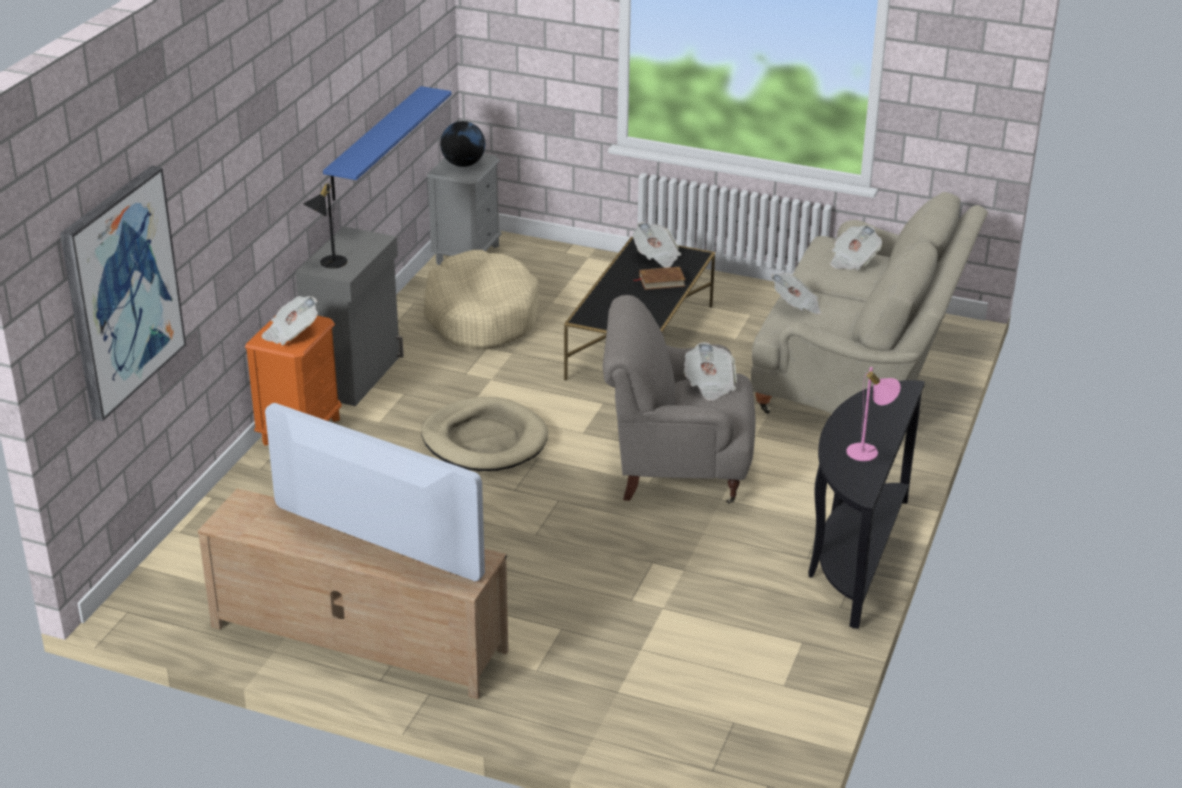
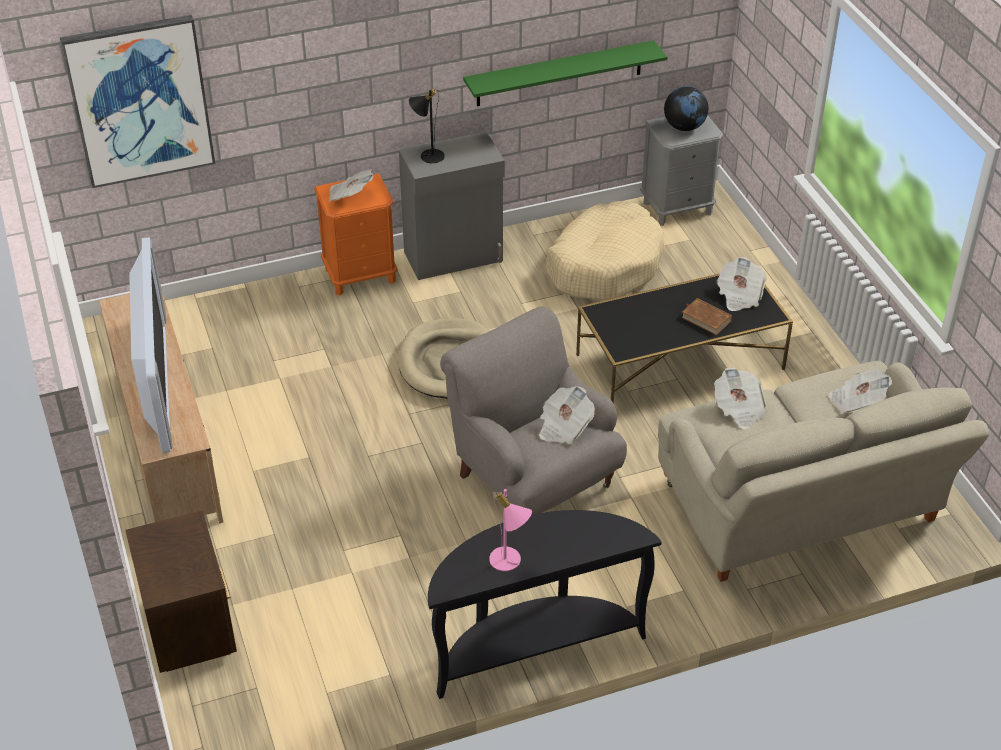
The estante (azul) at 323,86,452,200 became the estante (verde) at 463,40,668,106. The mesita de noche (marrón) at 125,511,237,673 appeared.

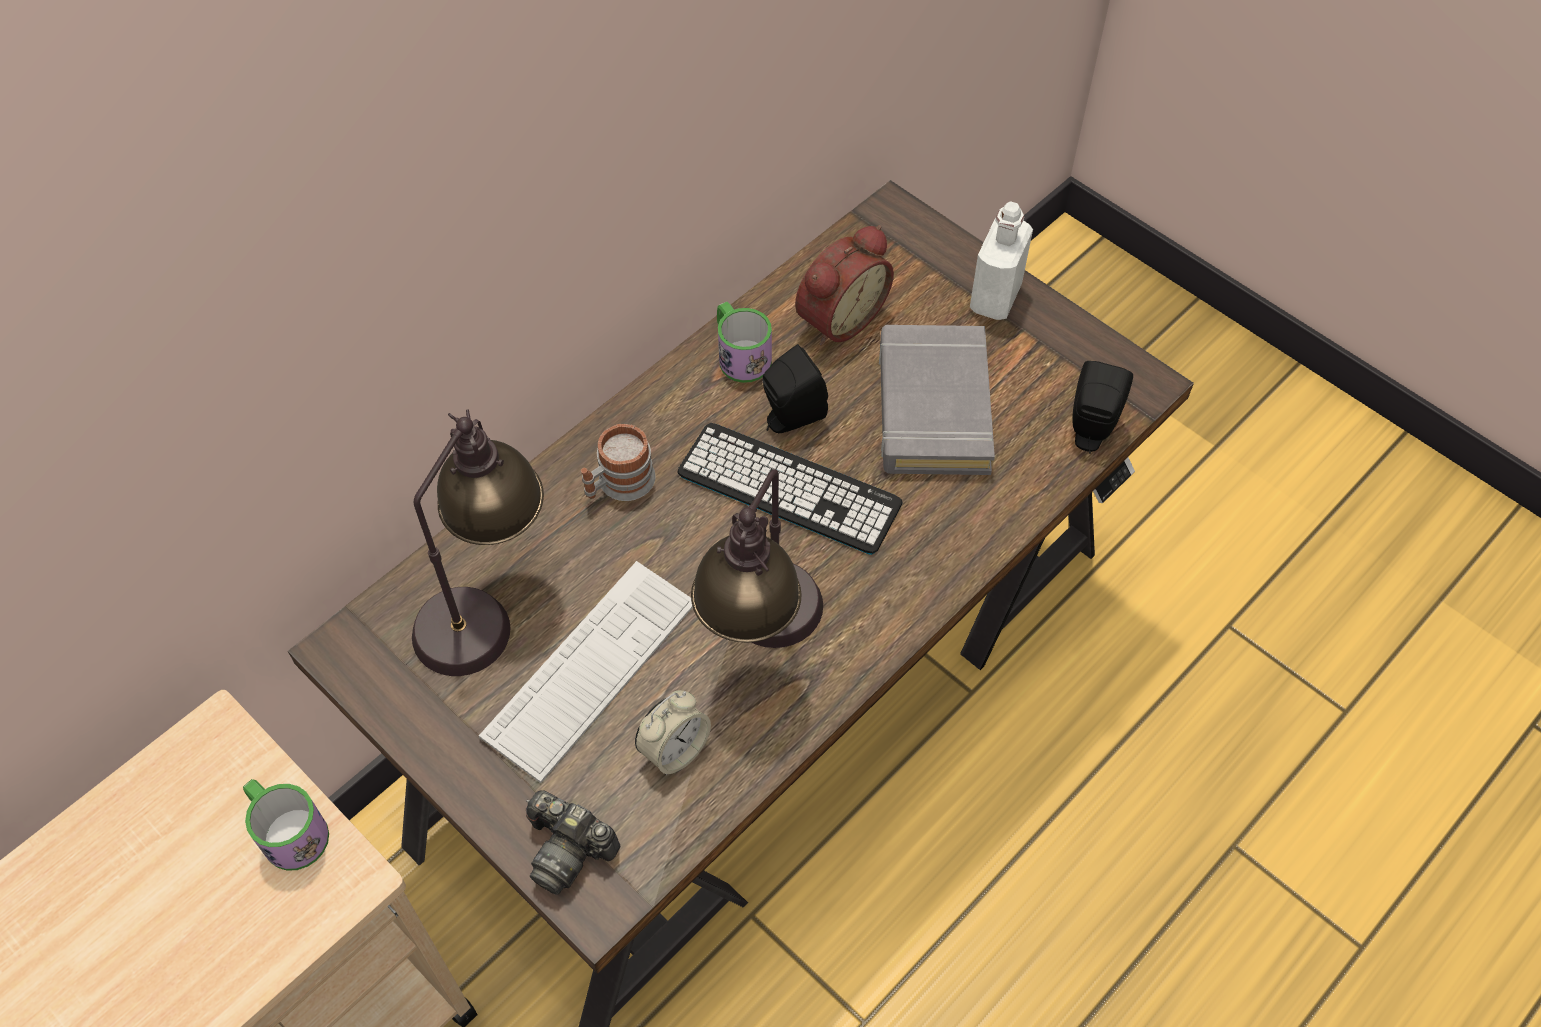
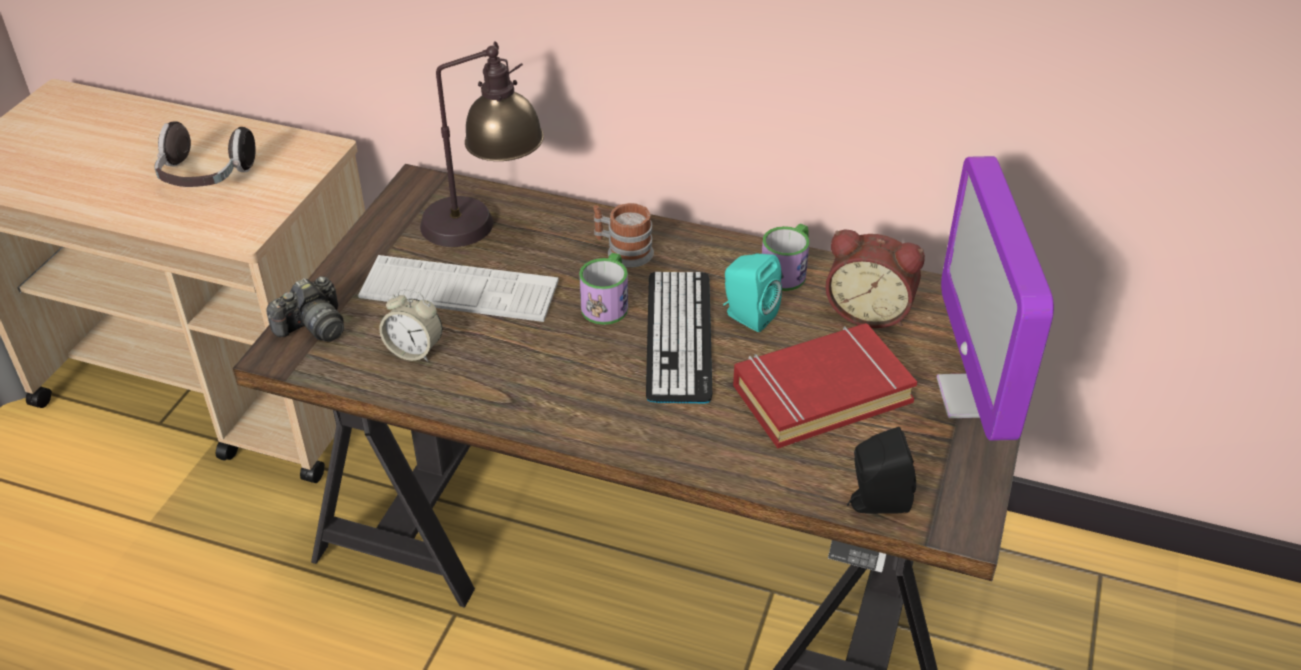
The botella (blanco) at 970,201,1033,320 was replaced by the monitor at 937,156,1054,441. The libro (gris) at 879,325,995,475 became the libro (rojo) at 733,323,917,449. The altavoz (negro) at 762,344,828,433 became the altavoz (turquesa) at 723,254,782,332. The lámpara de mesa at 691,469,823,648 disappeared. The taza grande moved from 243,779,329,871 to 579,253,628,325. The cámara at 526,790,621,895 turned 135 degrees counterclockwise. The auriculares at 154,121,255,187 appeared.

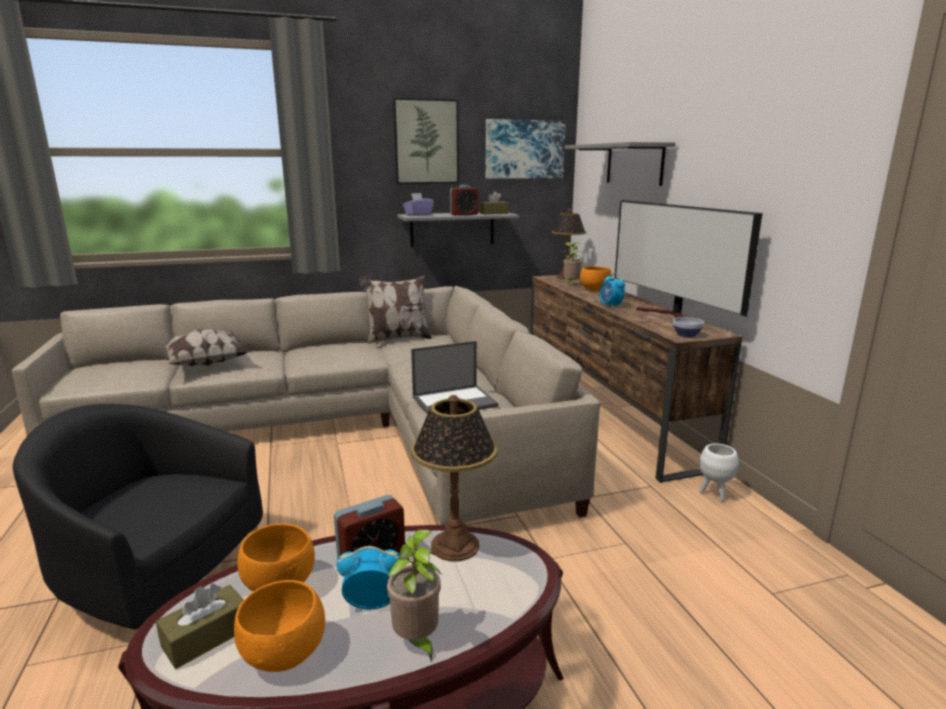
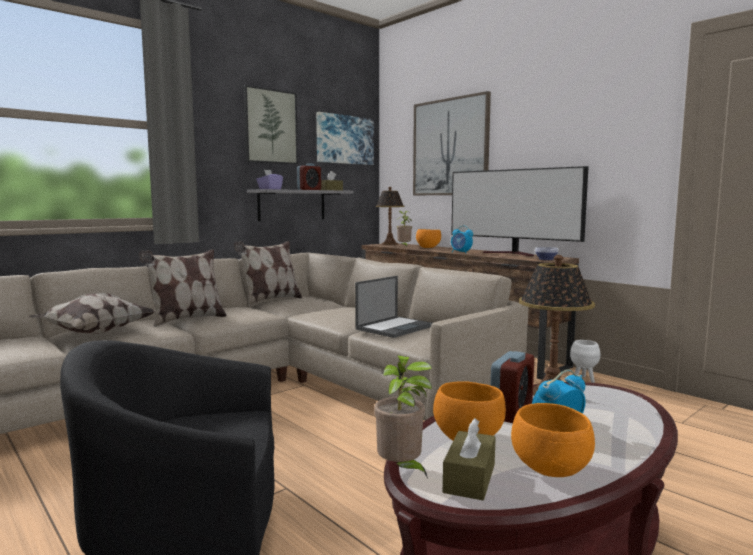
The estante (gris) at 565,142,675,186 was replaced by the cuadro at 413,91,491,195. The planta en maceta moved from 387,530,442,661 to 374,355,432,478. The cojín at 139,249,227,327 appeared.

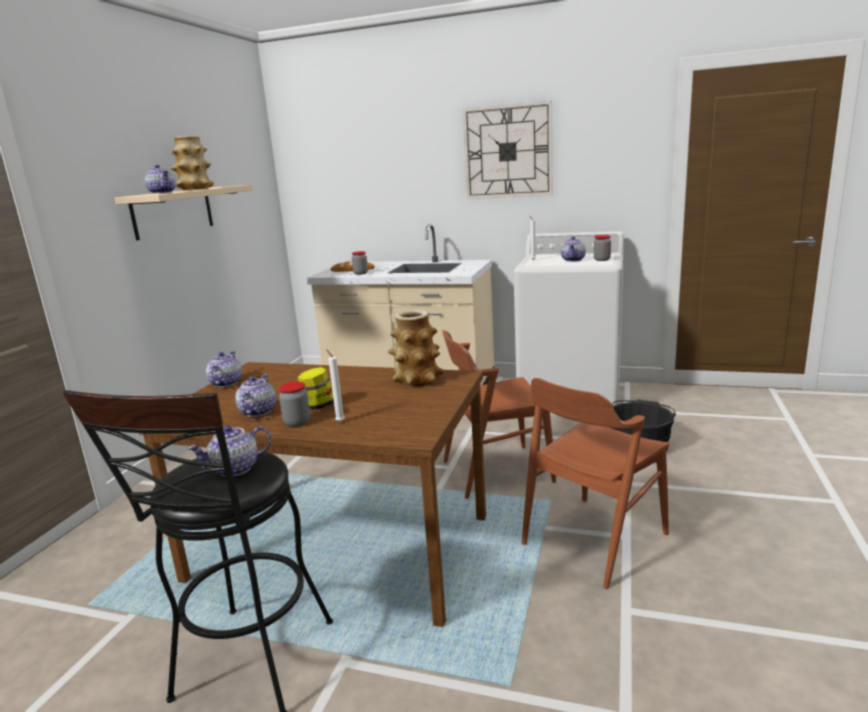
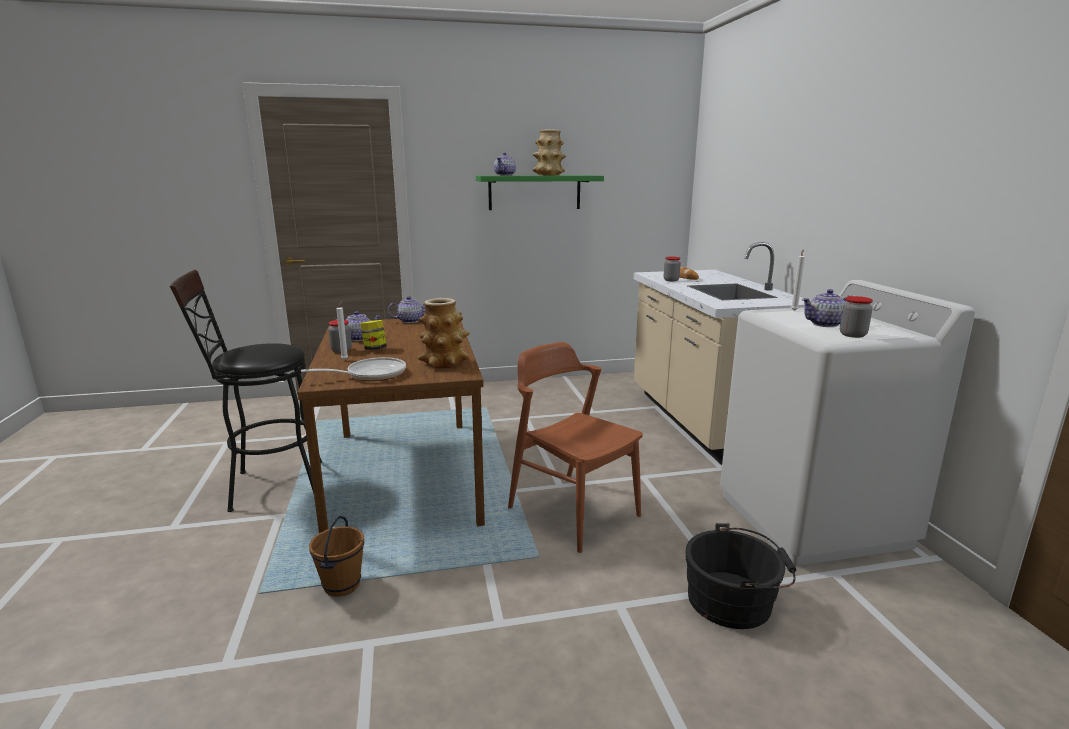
The reloj de pared at 463,101,552,199 disappeared. The estante (beis) at 114,185,253,240 became the estante (verde) at 476,175,604,210. The silla (marrón) at 521,378,669,589 disappeared. The tetera at 187,425,271,477 disappeared. The sartén at 301,357,406,381 appeared. The cubo (marrón) at 309,516,364,597 appeared.

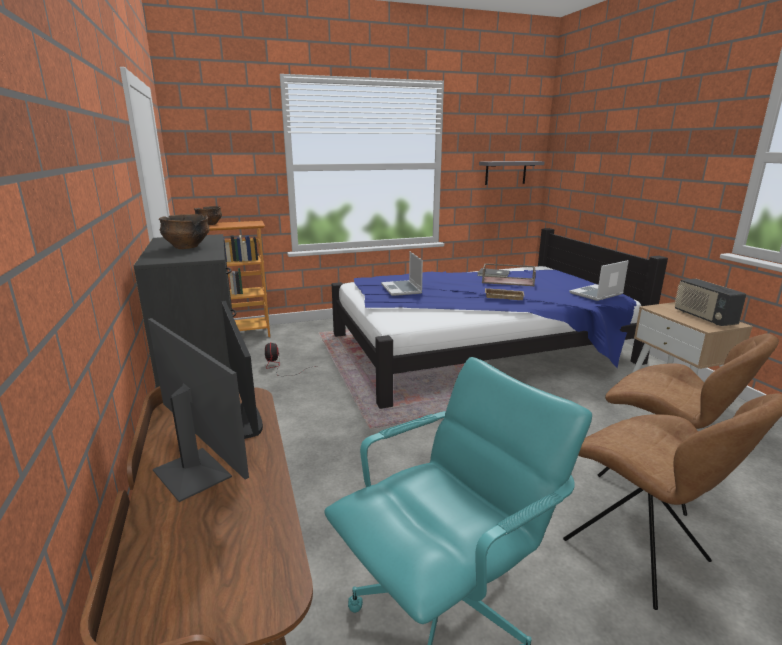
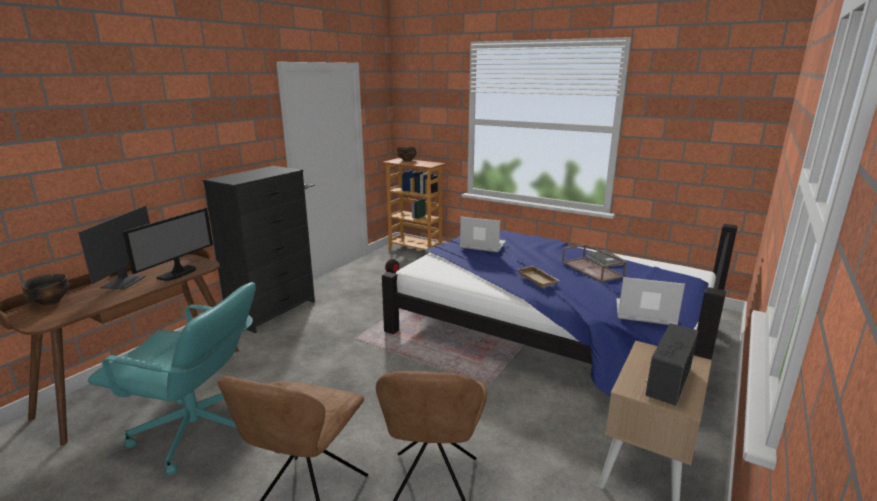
The estante (gris) at 479,161,544,185 disappeared. The cuenco moved from 159,214,210,249 to 21,273,70,306. The portátil at 381,252,423,296 turned 75 degrees clockwise.

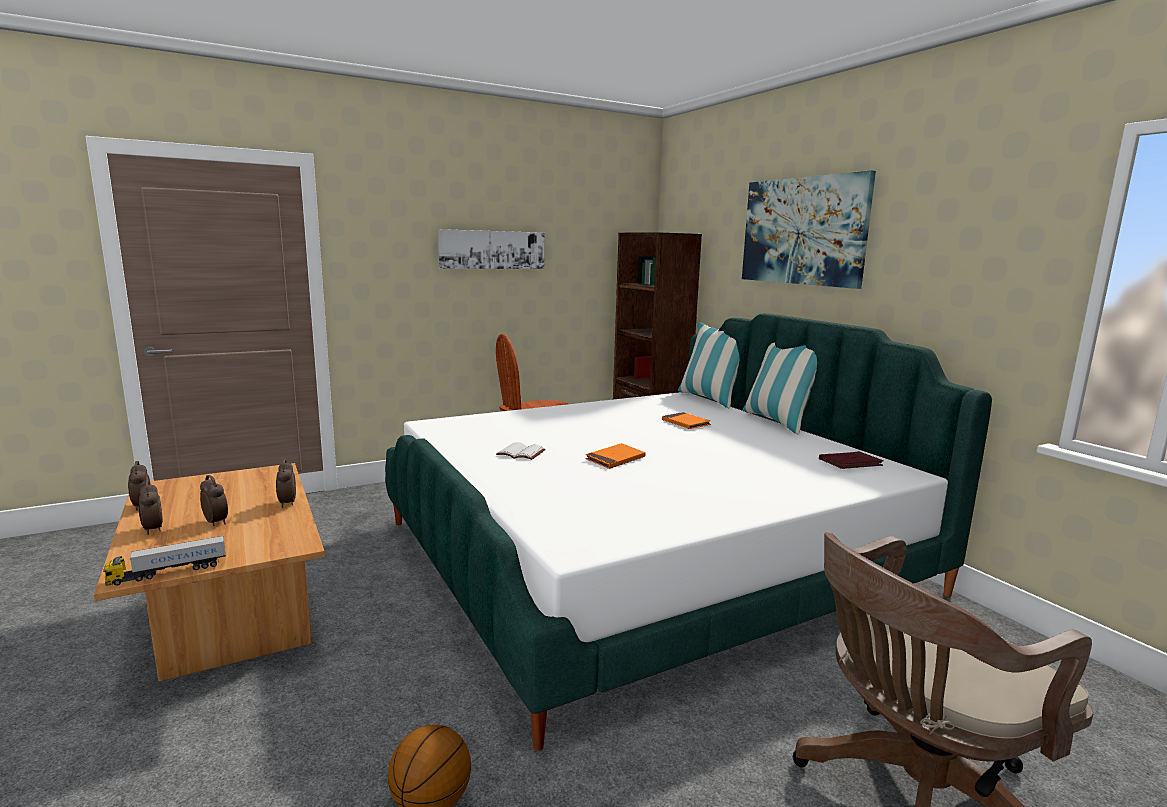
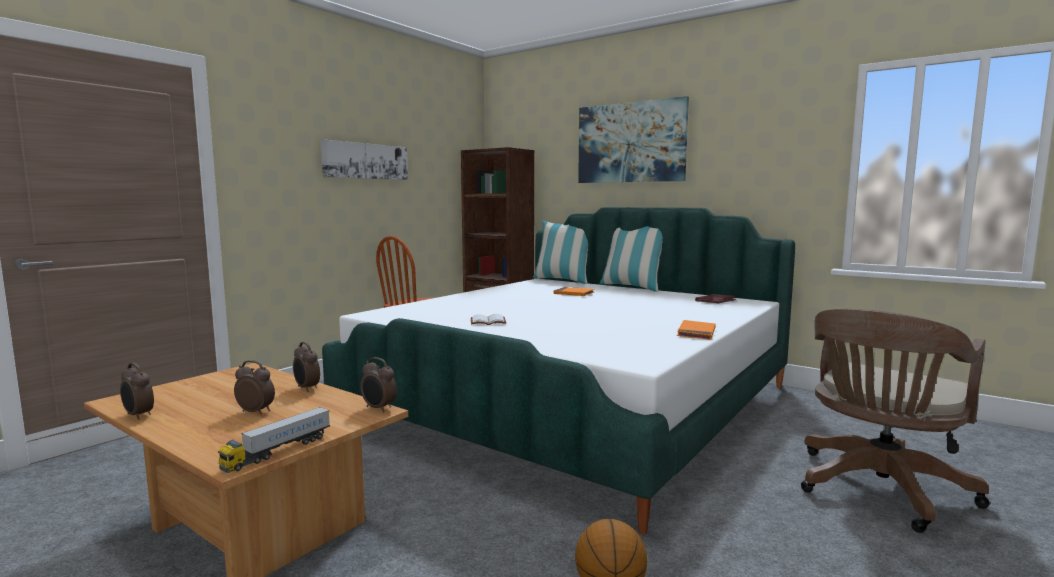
The libro (naranja) moved from 585,443,645,469 to 677,320,716,340. The despertador moved from 138,480,163,535 to 360,357,397,412.

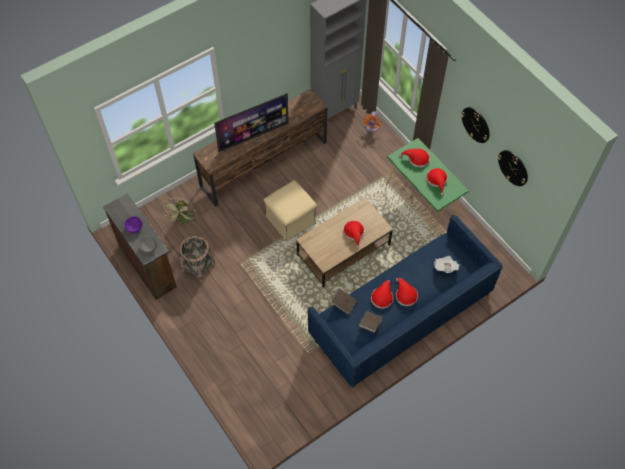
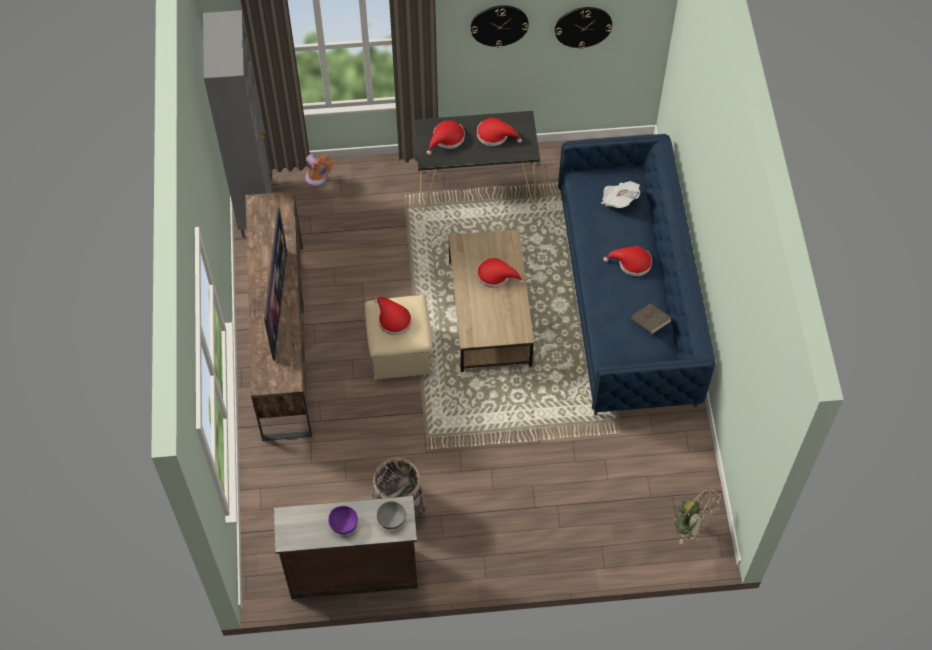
The mesa consola (verde) at 386,138,469,236 became the mesa consola (negro) at 414,111,540,213. The ventilador (verde) moved from 163,198,196,224 to 674,488,721,544. The sombrero (rojo) moved from 371,280,393,309 to 375,297,412,335. The libro (marrón) at 331,288,357,314 disappeared.

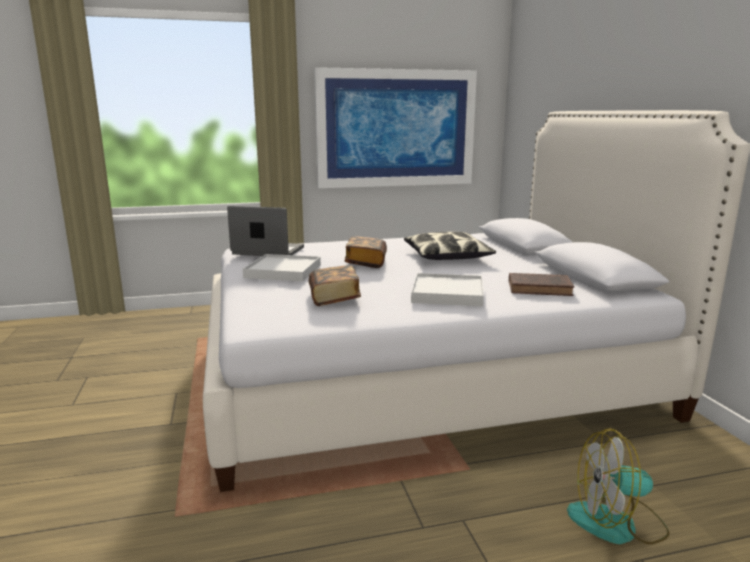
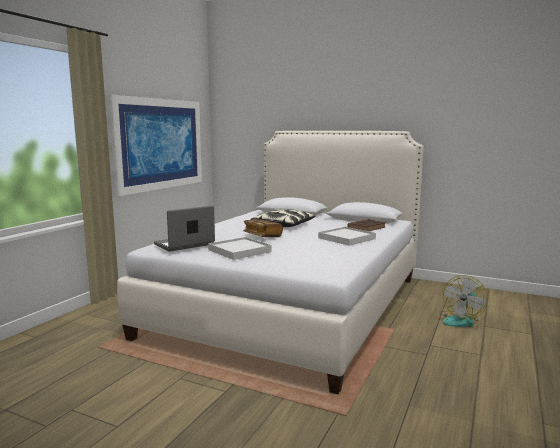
The libro at 309,265,361,306 disappeared.

